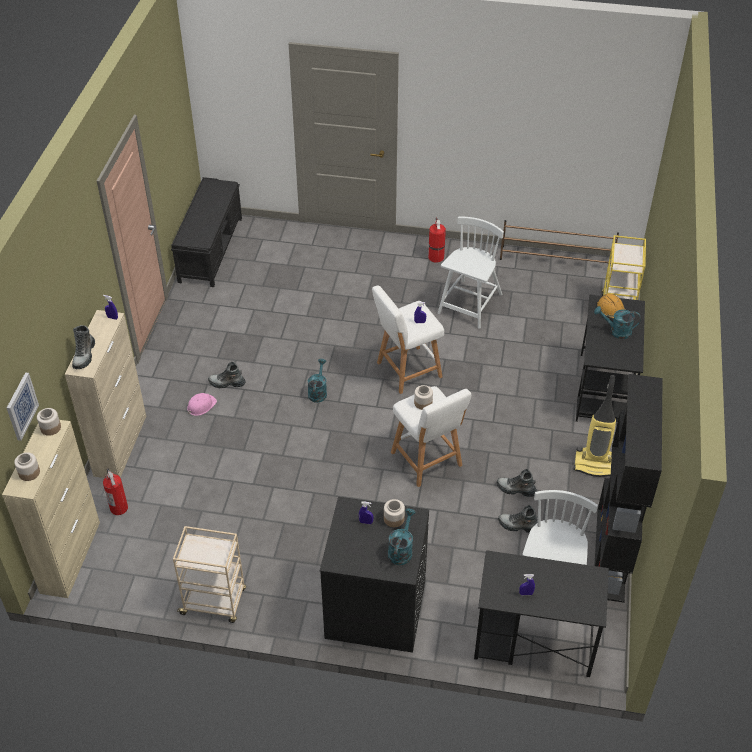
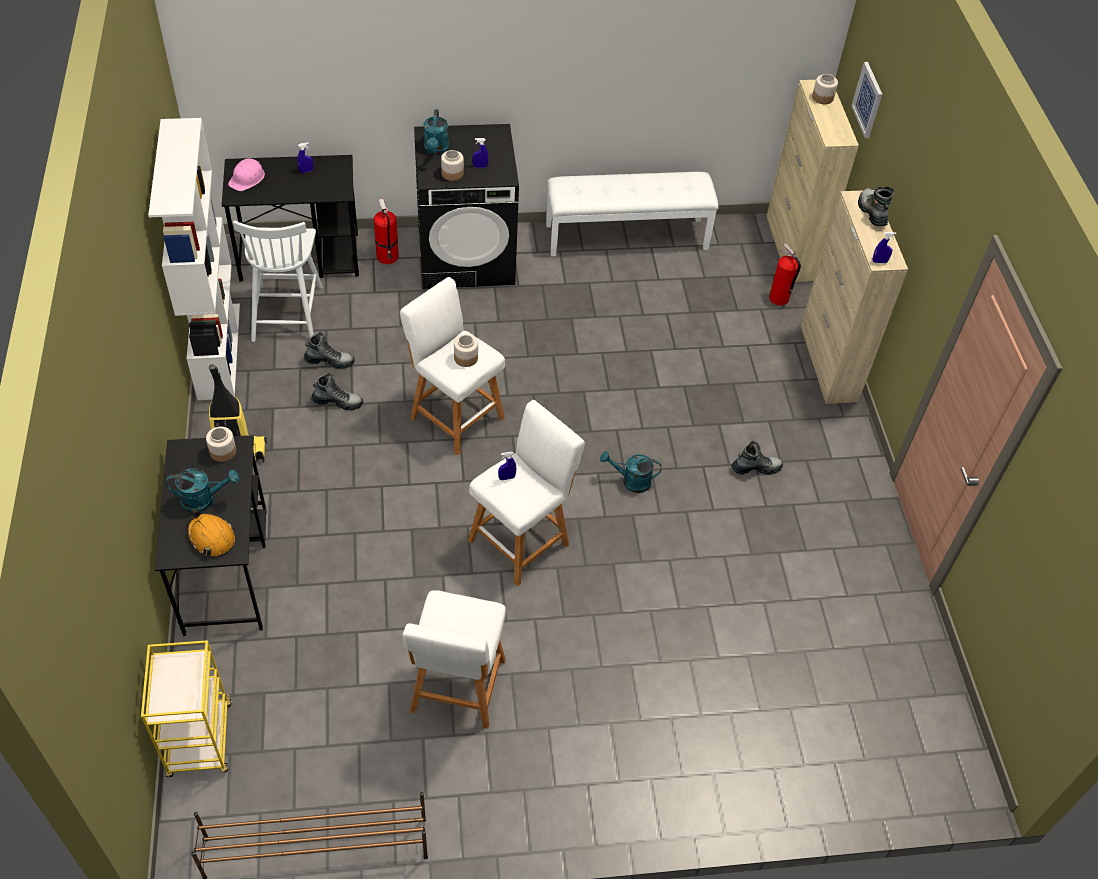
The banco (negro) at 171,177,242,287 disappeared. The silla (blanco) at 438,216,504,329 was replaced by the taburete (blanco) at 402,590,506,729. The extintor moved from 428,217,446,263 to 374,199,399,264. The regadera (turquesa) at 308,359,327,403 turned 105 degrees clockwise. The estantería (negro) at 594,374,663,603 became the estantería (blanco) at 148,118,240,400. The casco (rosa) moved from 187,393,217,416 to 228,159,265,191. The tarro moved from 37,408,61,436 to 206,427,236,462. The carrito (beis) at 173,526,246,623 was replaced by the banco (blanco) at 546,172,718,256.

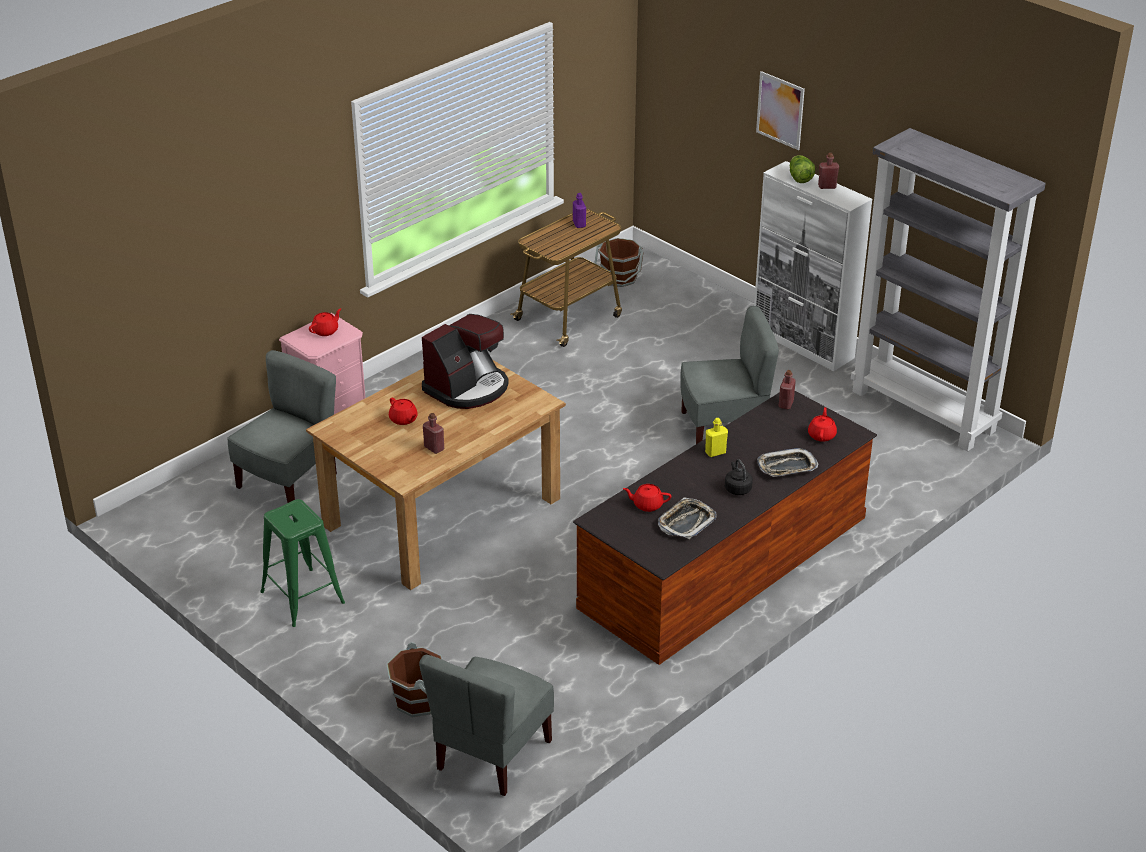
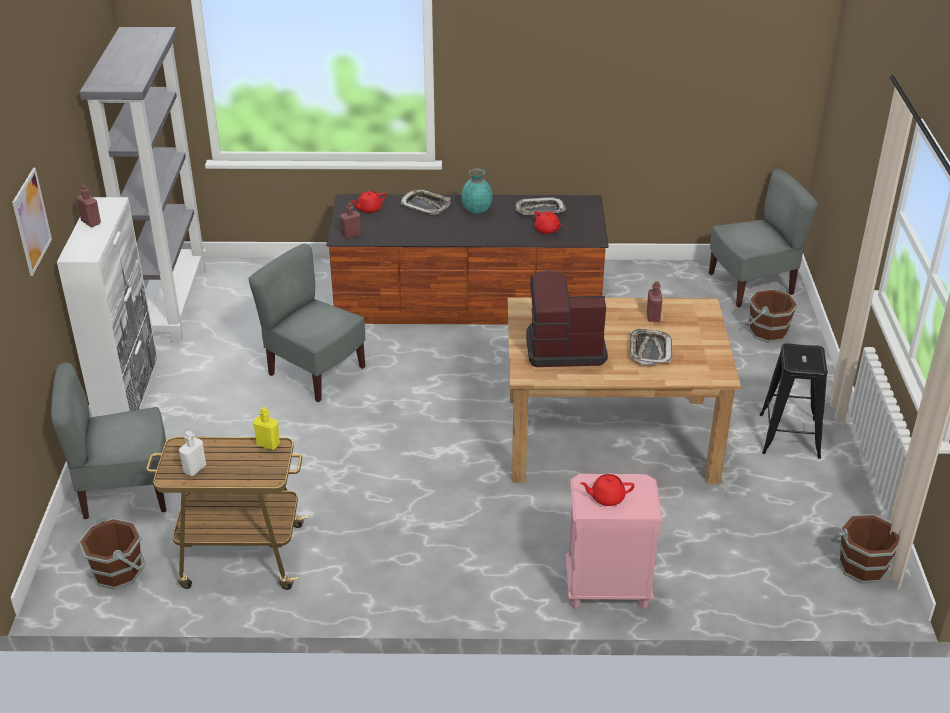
The lechuga at 790,155,815,183 disappeared. The botella (morado) at 573,193,586,228 became the botella (blanco) at 179,431,206,476. The silla (gris) moved from 228,350,337,503 to 51,363,166,519. The tetera (rojo) at 389,398,418,425 was replaced by the bandeja at 630,329,672,366. The botella (amarillo) moved from 705,418,728,457 to 253,407,280,450. The hervidor (negro) at 725,459,753,495 was replaced by the florero (turquesa) at 461,169,492,214. The taburete (verde) at 260,499,345,627 became the taburete (negro) at 760,343,828,459. The cubo (marrón) at 831,514,901,584 appeared.

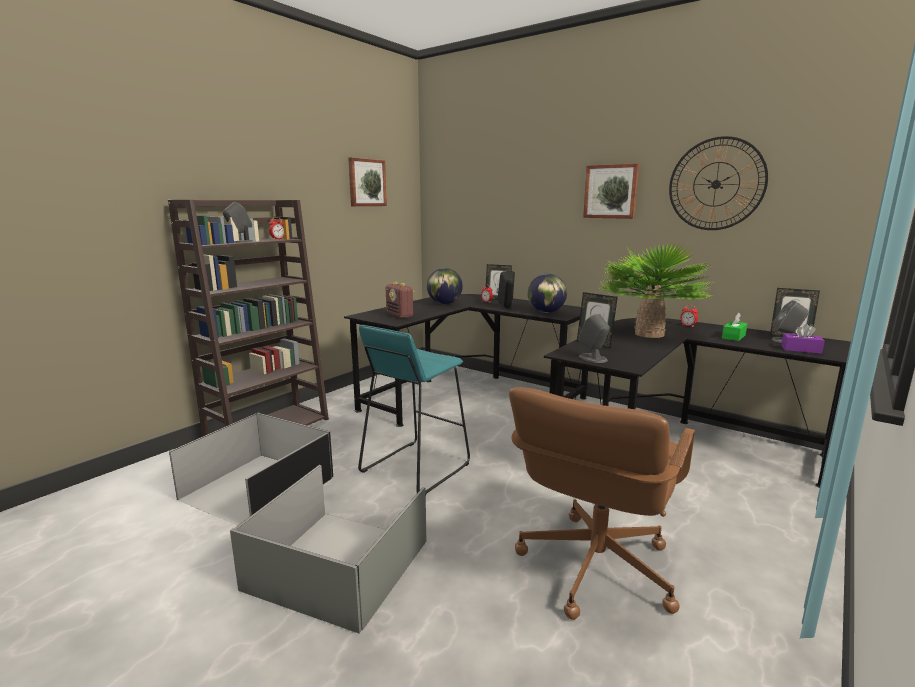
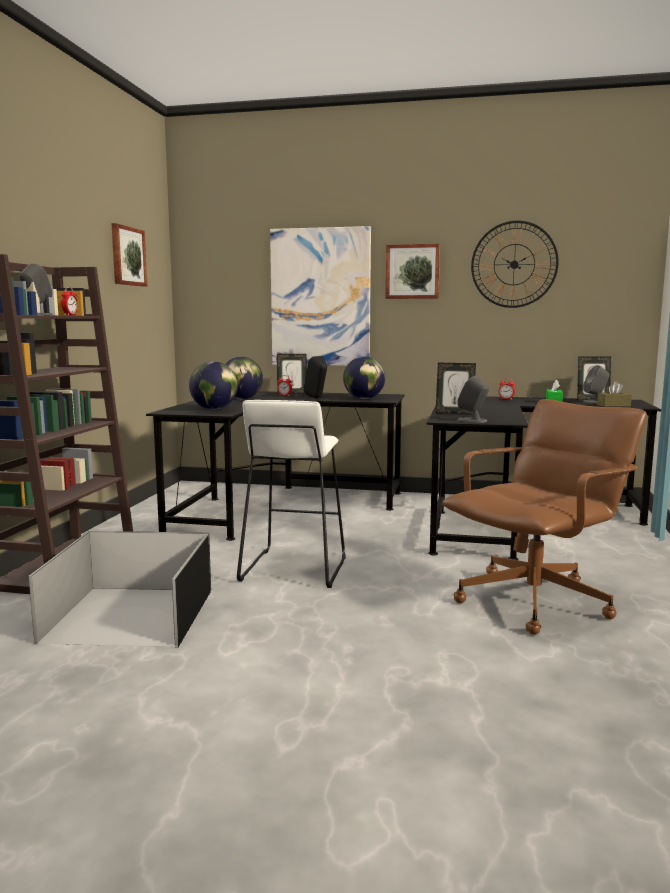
The planta en maceta at 599,242,714,338 disappeared. The radio at 386,282,414,318 was replaced by the globo terráqueo at 189,361,238,410. The caja de pañuelos (morado) at 781,324,825,354 became the caja de pañuelos (marrón) at 597,382,632,407. The taburete (turquesa) at 358,325,470,494 became the taburete (blanco) at 237,400,346,588. The silla de oficina (marrón) at 509,387,695,620 turned 135 degrees counterclockwise. The caja de almacenaje (gris) at 230,465,426,633 disappeared. The cuadro at 270,226,371,366 appeared.

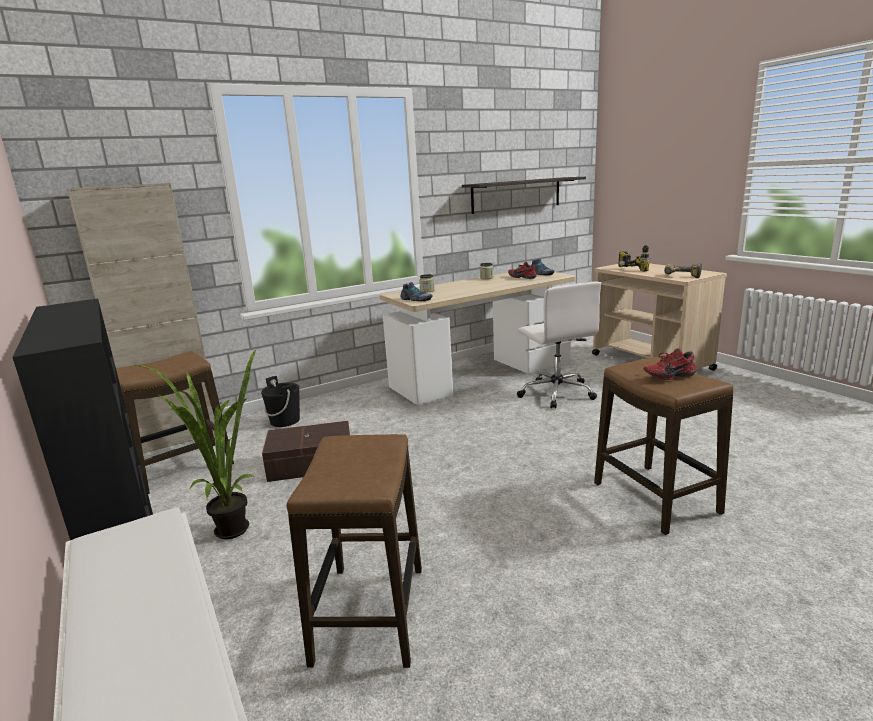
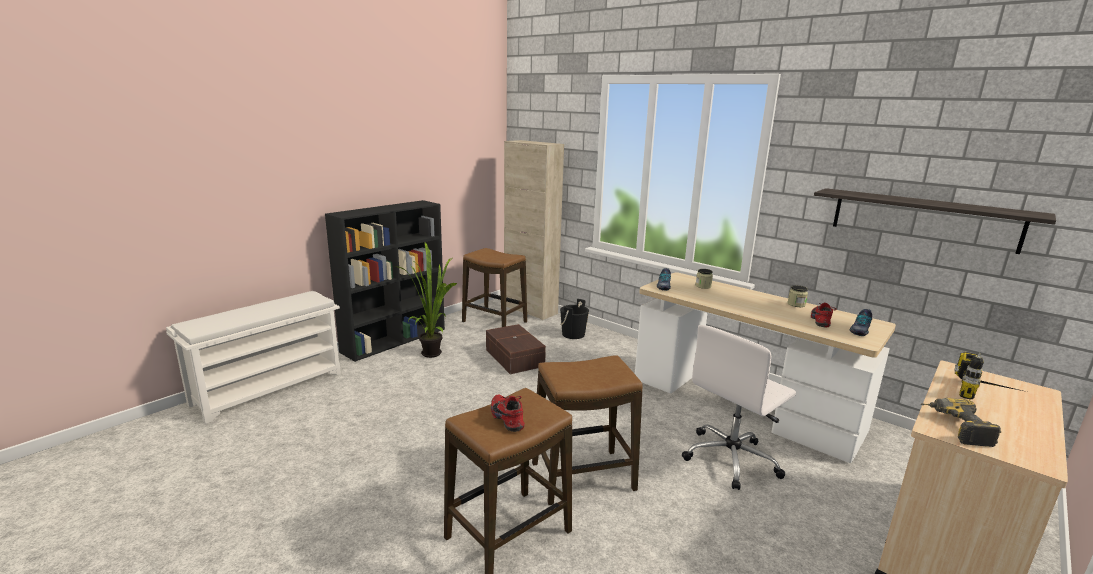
The taburete moved from 286,434,422,668 to 532,355,643,505.

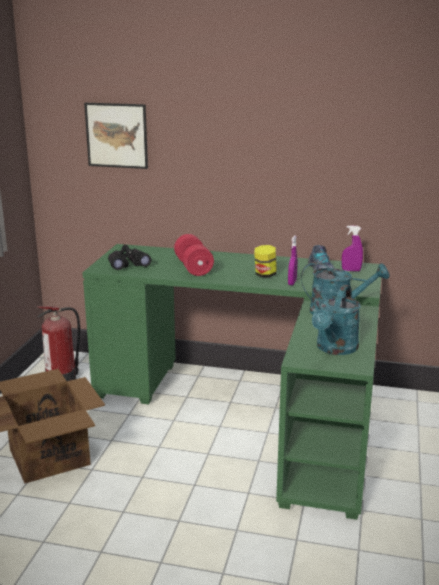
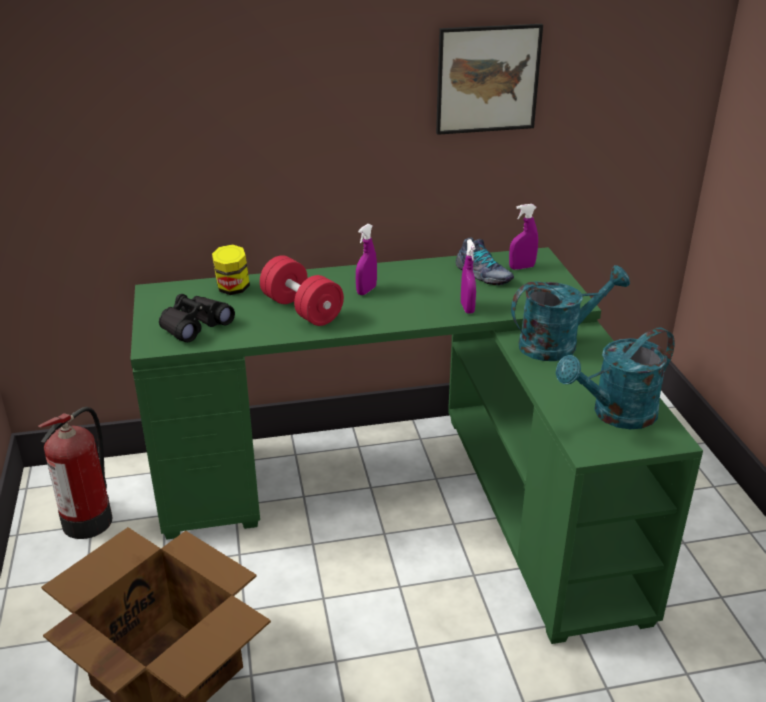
The cuadro moved from 84,103,148,169 to 436,24,543,135. The tarro moved from 254,245,277,277 to 212,245,250,295. The regadera (turquesa) at 312,285,361,355 turned 60 degrees clockwise. The pulverizador (morado) at 356,224,377,295 appeared.

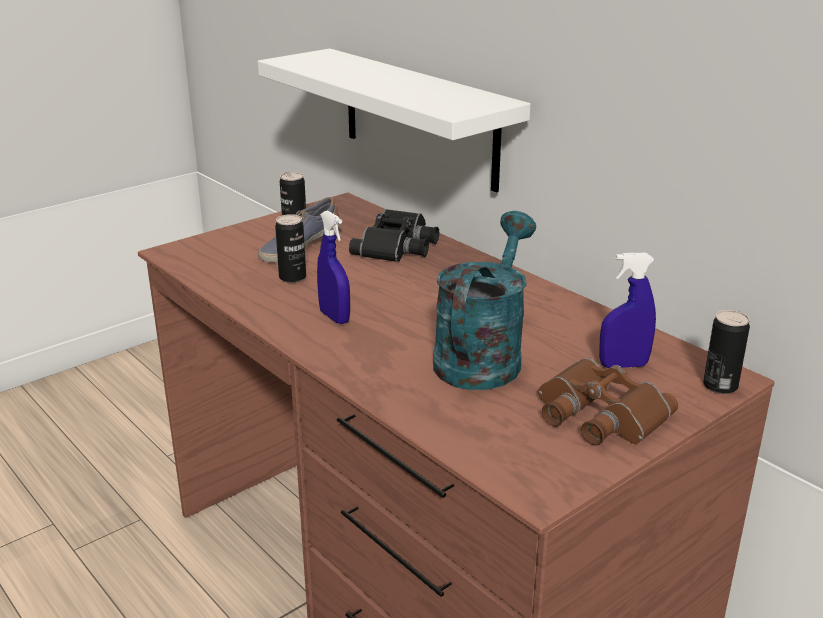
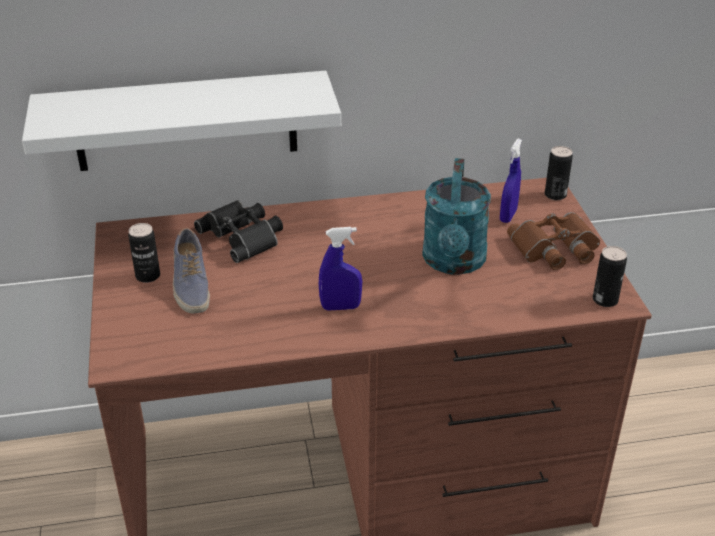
The regadera (turquesa) at 433,211,536,390 turned 135 degrees counterclockwise. The lata moved from 275,214,306,283 to 593,246,627,307.

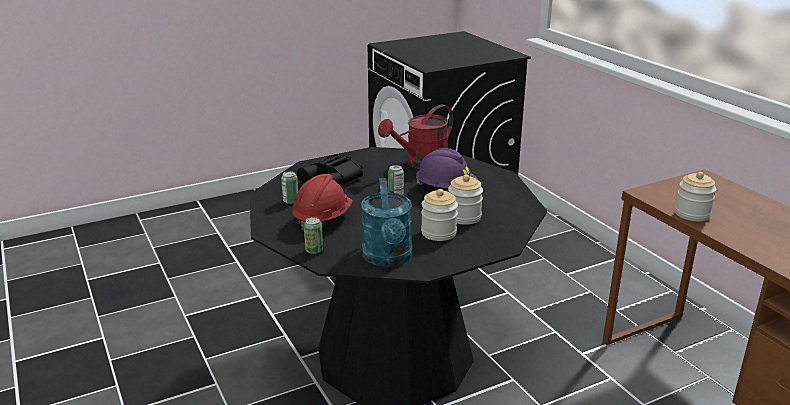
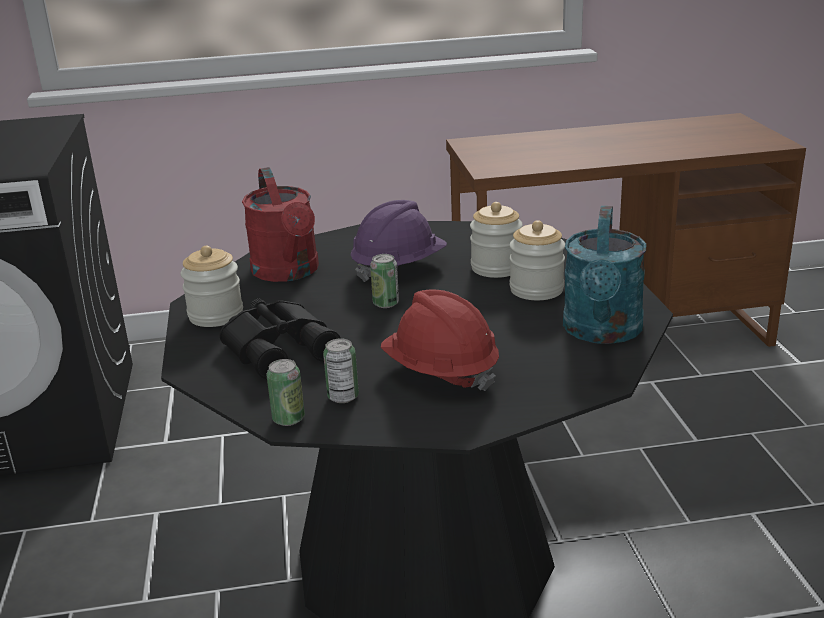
The tarro moved from 675,172,716,221 to 180,246,243,327. The regadera (turquesa) at 361,178,413,267 turned 90 degrees clockwise. The lata moved from 304,217,323,254 to 266,359,305,426.

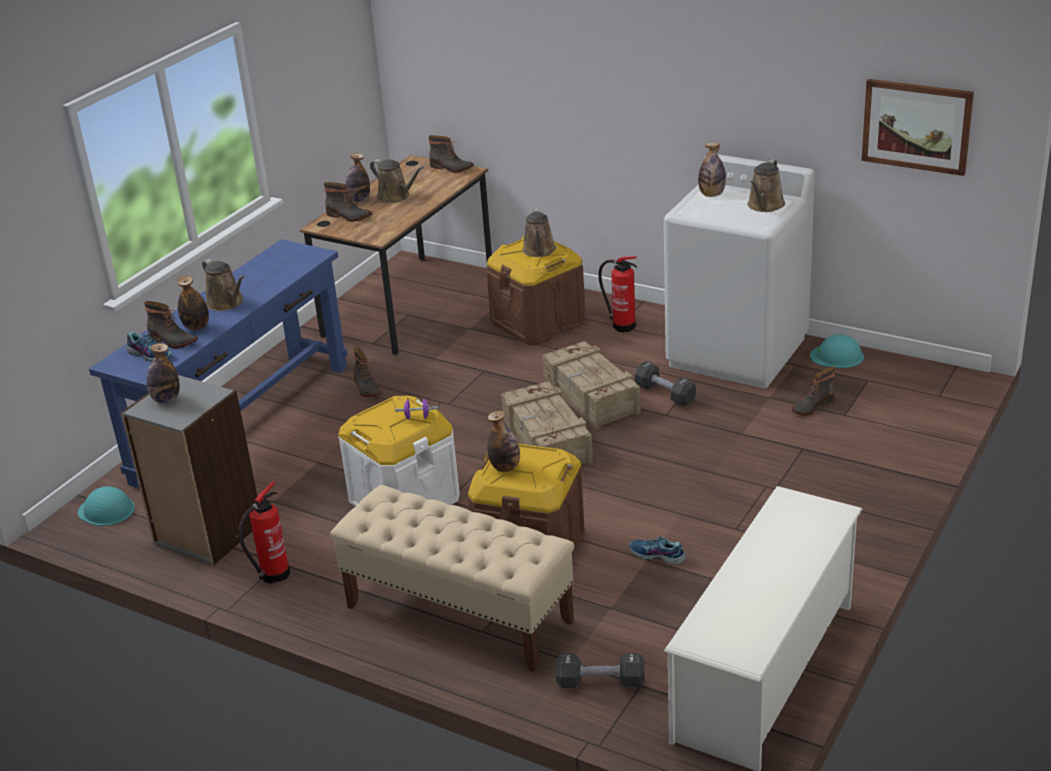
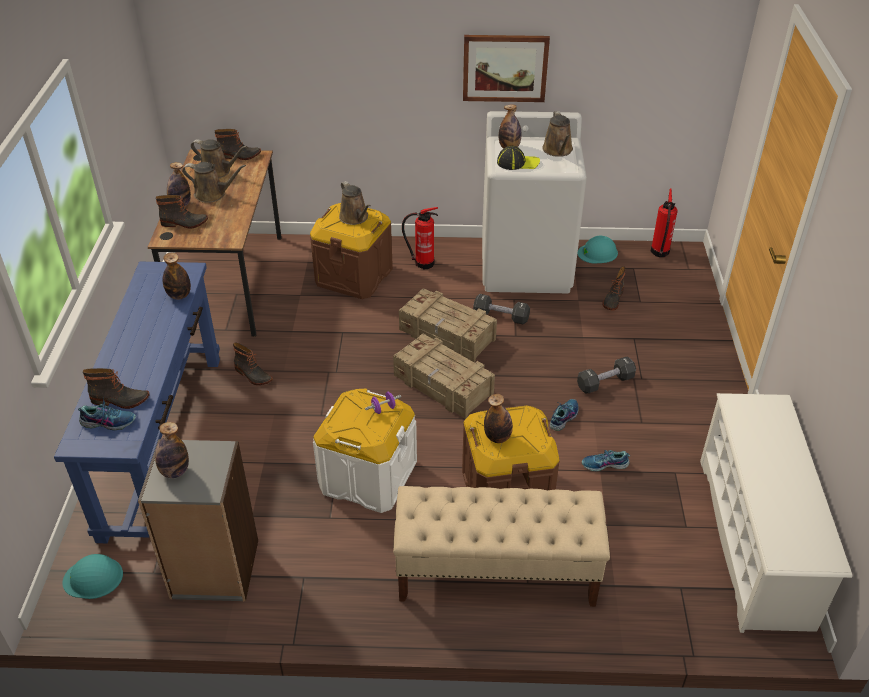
The cuadro moved from 861,79,974,176 to 463,35,550,102. The regadera (marrón) moved from 202,259,244,311 to 191,139,247,178. The botella moved from 177,276,209,331 to 163,253,191,300. The extintor moved from 239,481,290,583 to 651,188,678,257. The mancuerna (negro) moved from 556,653,645,688 to 577,356,636,394. The gorra at 497,146,540,170 appeared. The zapato at 550,399,578,431 appeared.

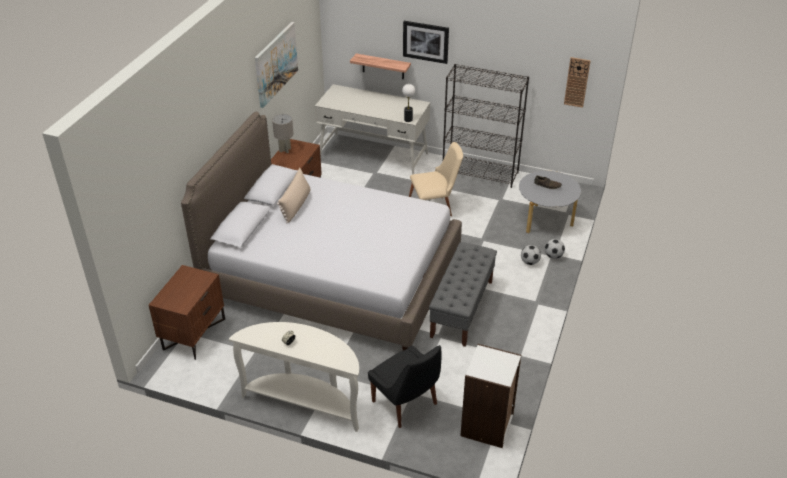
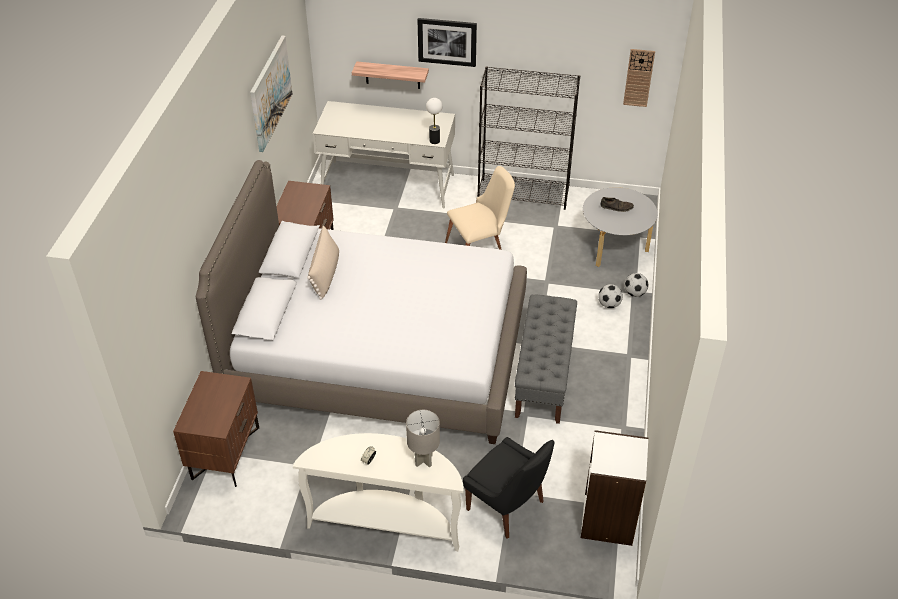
The lámpara de mesa (gris) moved from 272,114,294,153 to 406,410,440,467.

